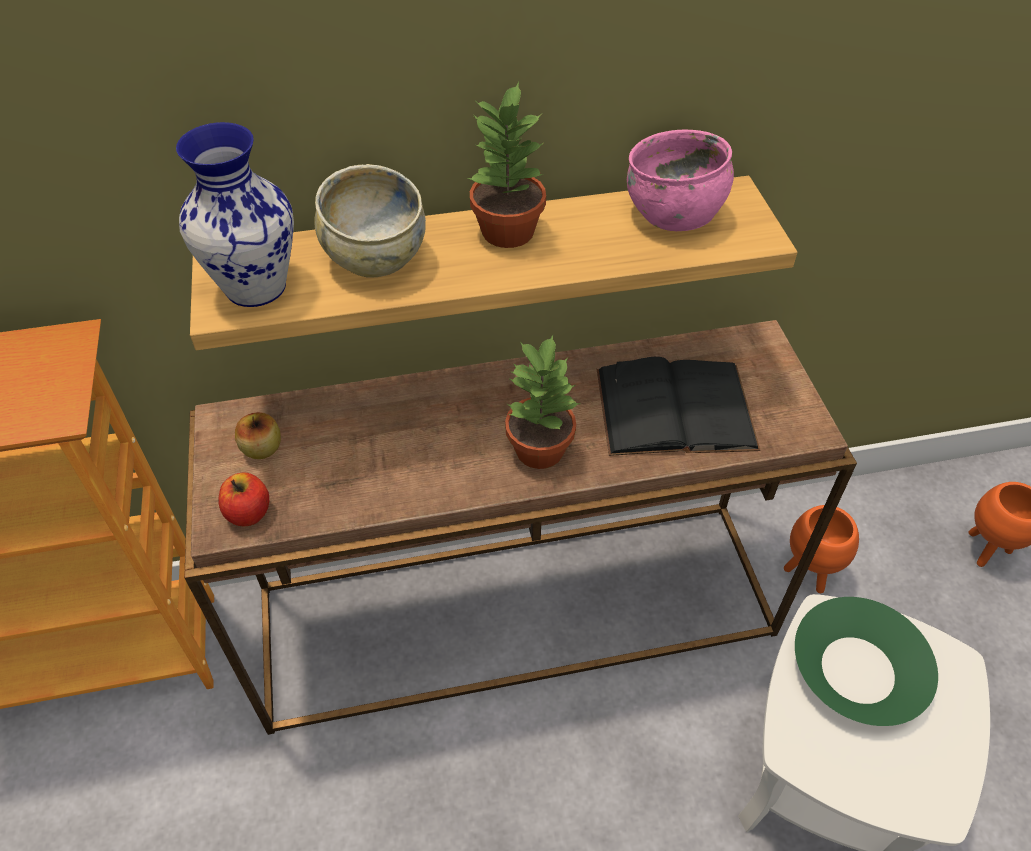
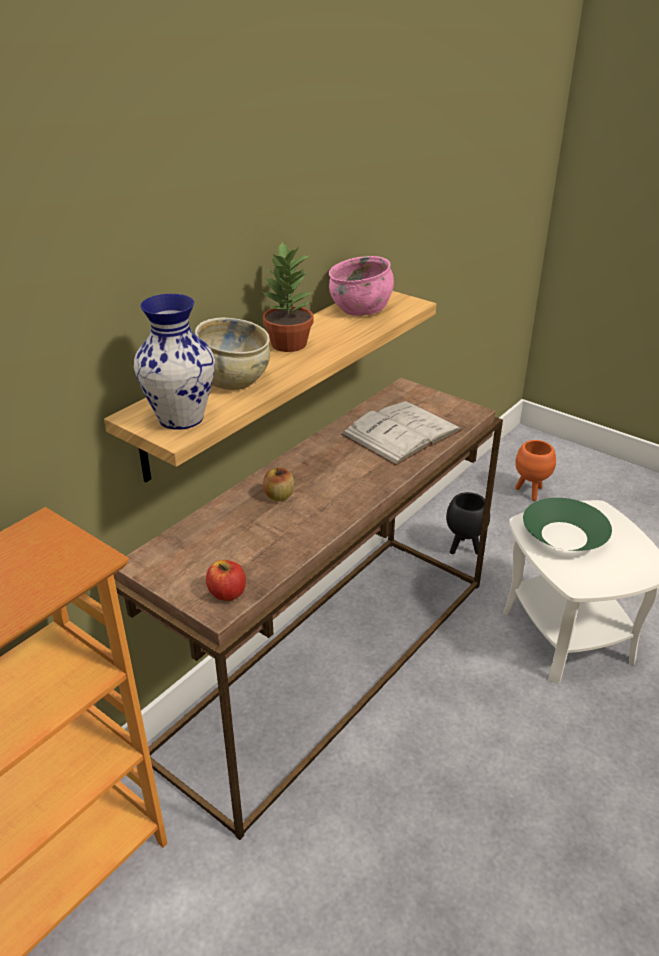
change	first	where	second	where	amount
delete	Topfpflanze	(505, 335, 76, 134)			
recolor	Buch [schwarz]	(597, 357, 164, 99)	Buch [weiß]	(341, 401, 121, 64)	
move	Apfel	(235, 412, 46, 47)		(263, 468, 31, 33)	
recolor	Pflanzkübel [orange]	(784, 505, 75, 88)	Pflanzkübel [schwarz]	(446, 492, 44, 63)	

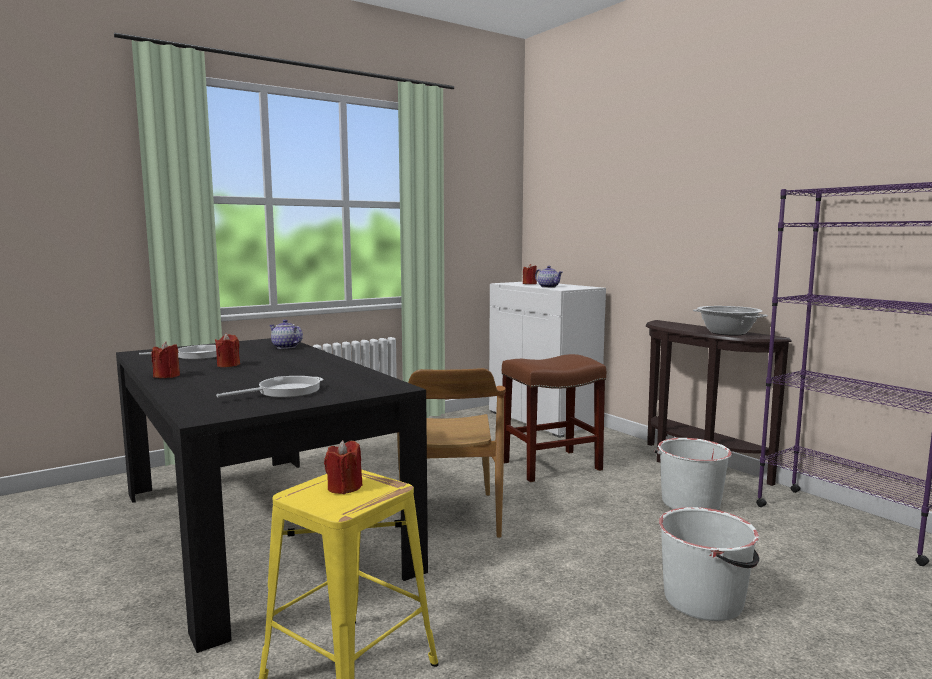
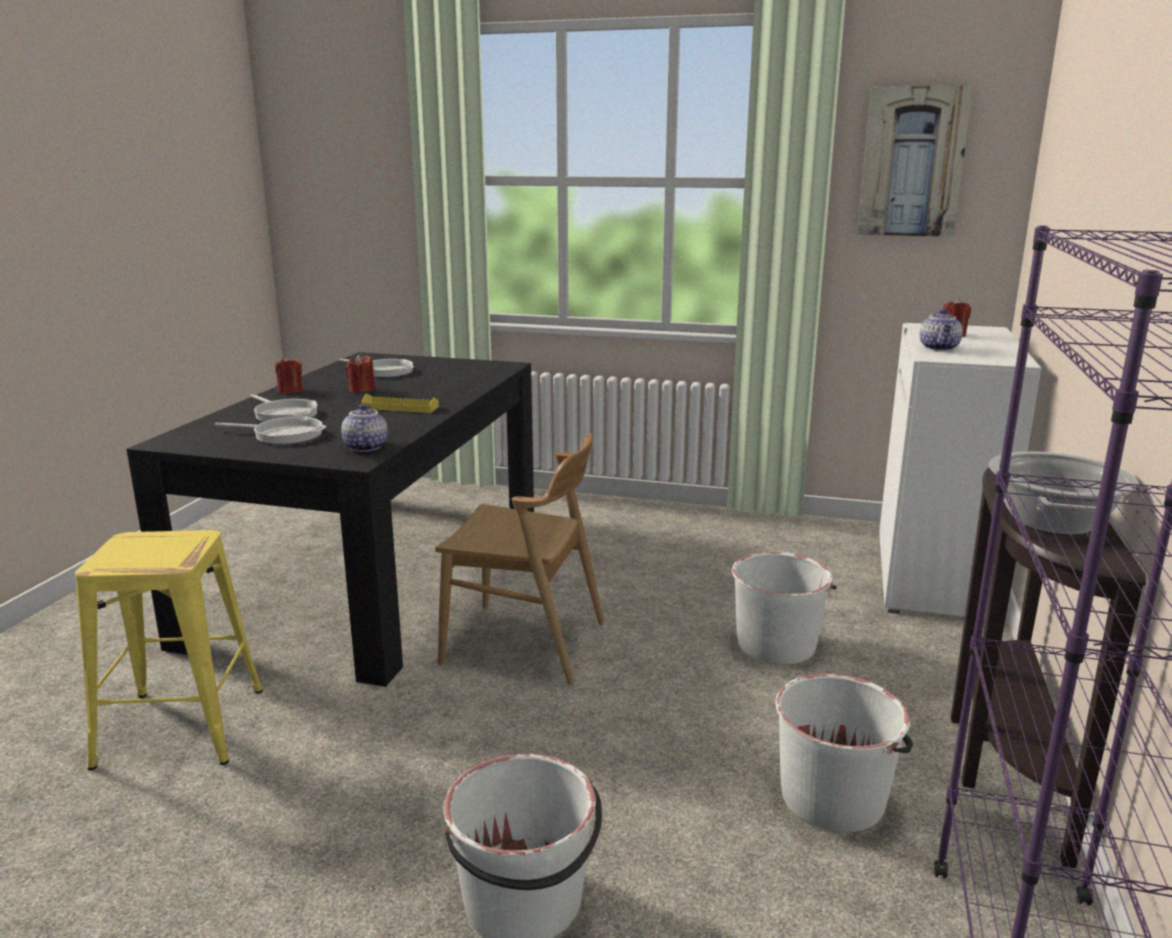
change	first	where	second	where	amount
move	Teekanne	(269, 320, 34, 29)		(341, 404, 47, 48)	
replace	Hocker [braun]	(502, 354, 104, 128)	Eimer [weiß]	(731, 552, 106, 113)	
rotate	Stuhl [braun]	(397, 368, 109, 170)		(435, 433, 169, 252)	120 degrees counterclockwise
delete	Kerze [rot]	(324, 440, 38, 54)			
insert			Bild	(857, 85, 116, 152)	
insert			Tablett [gelb]	(361, 393, 78, 20)	
insert			Pfanne	(250, 394, 67, 28)	

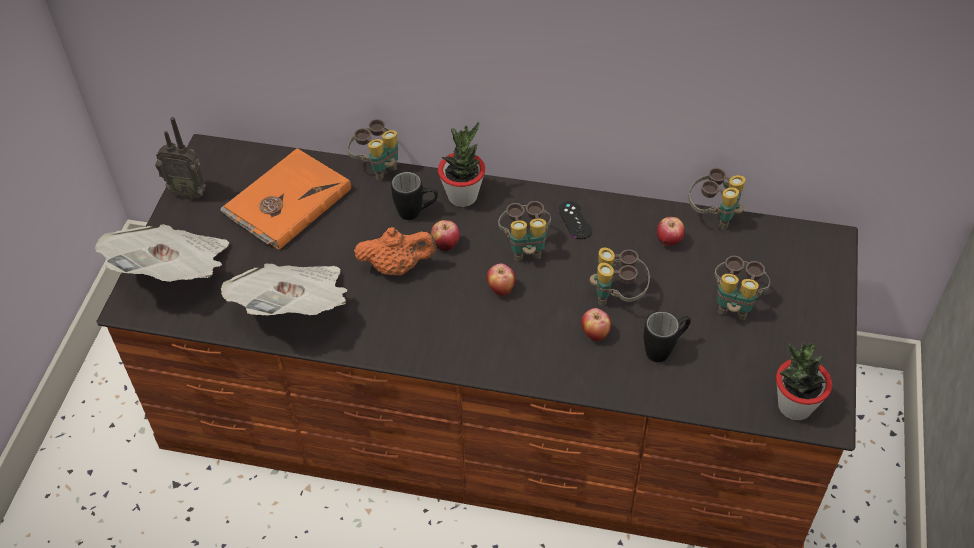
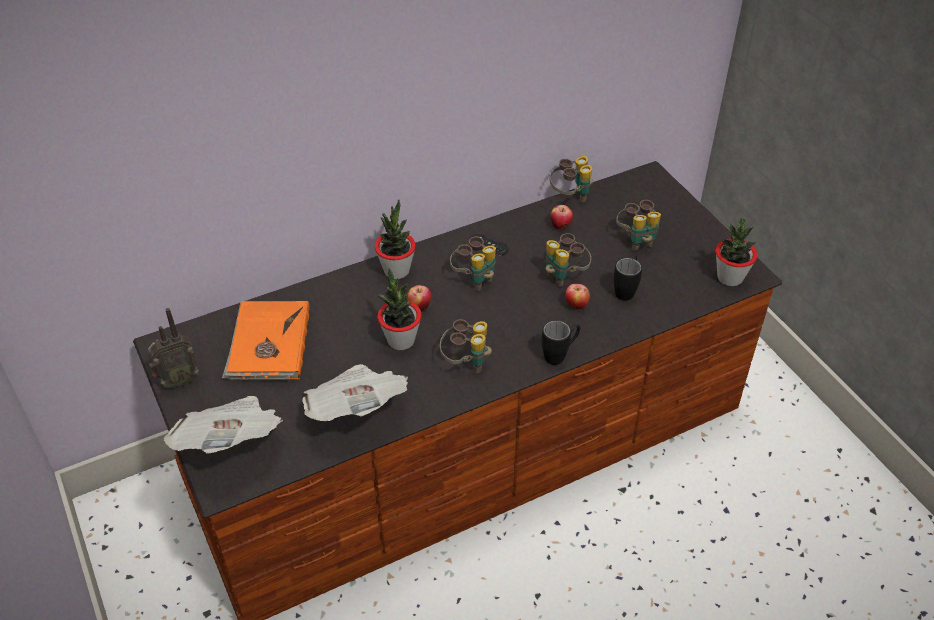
change	first	where	second	where	amount
move	Fernglas	(348, 119, 50, 61)		(440, 319, 52, 54)	
move	Henkelbecher [schwarz]	(391, 172, 47, 48)		(542, 320, 38, 45)	
replace	Teekanne [orange]	(354, 227, 82, 48)	Topfpflanze	(377, 268, 45, 82)	
delete	Apfel	(487, 263, 28, 33)			

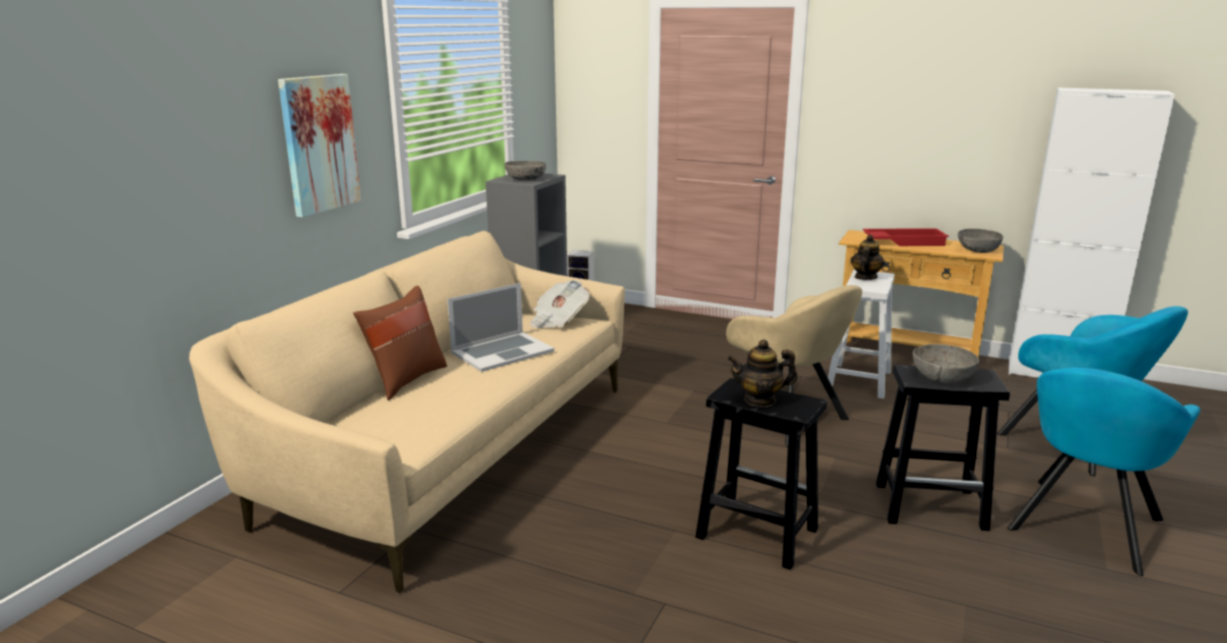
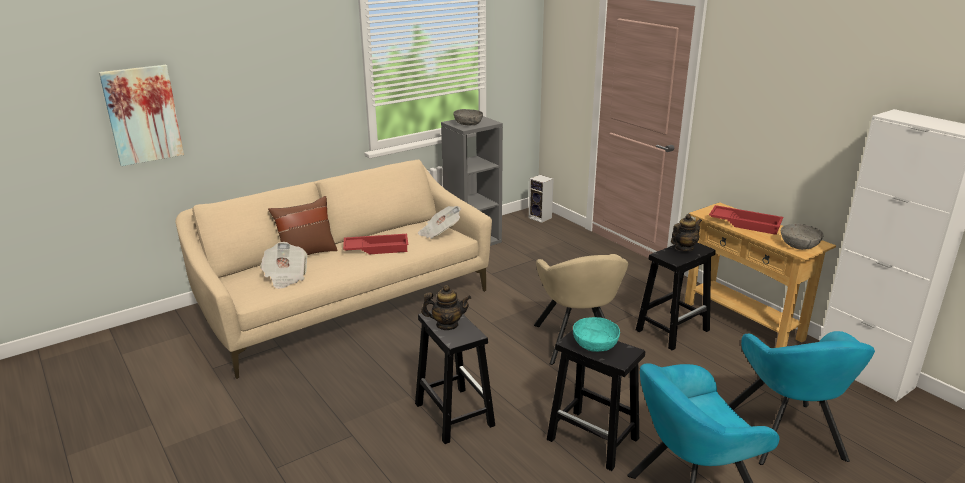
change	first	where	second	where	amount
move	Bild	(278, 74, 83, 143)		(99, 65, 85, 101)	
recolor	Hocker [weiß]	(828, 270, 67, 129)	Hocker [schwarz]	(636, 242, 80, 109)	
replace	Laptop	(447, 283, 107, 89)	Tablett [rot]	(343, 234, 65, 20)	
rotate	Teekanne	(727, 339, 71, 68)		(421, 285, 50, 45)	150 degrees clockwise
recolor	Schüssel [grau]	(913, 344, 66, 39)	Schüssel [türkis]	(573, 317, 47, 35)	
insert			Zeitung	(260, 242, 48, 47)	

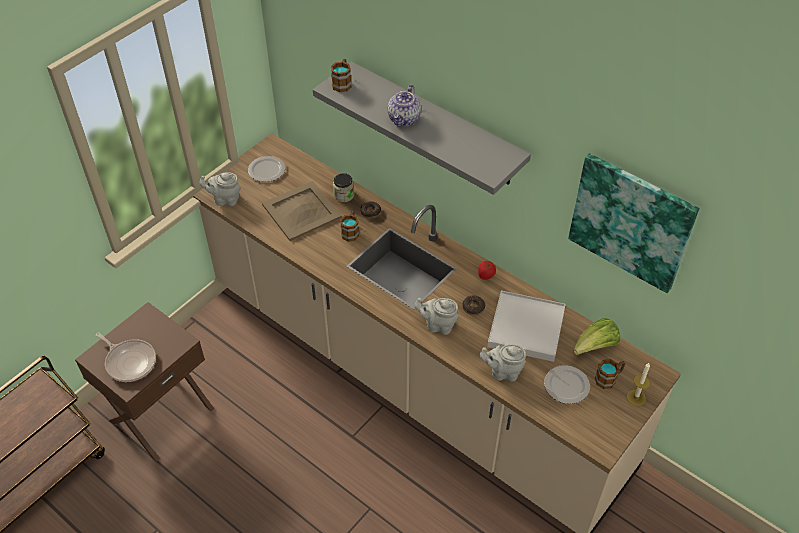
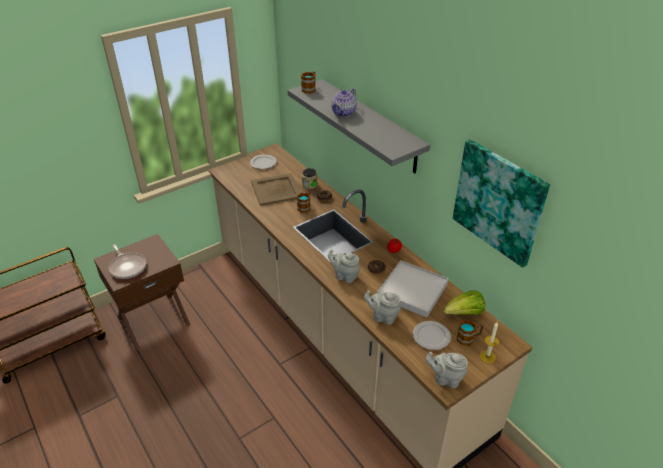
change	first	where	second	where	amount
move	Teekanne [grau]	(200, 172, 41, 34)		(426, 351, 42, 37)	

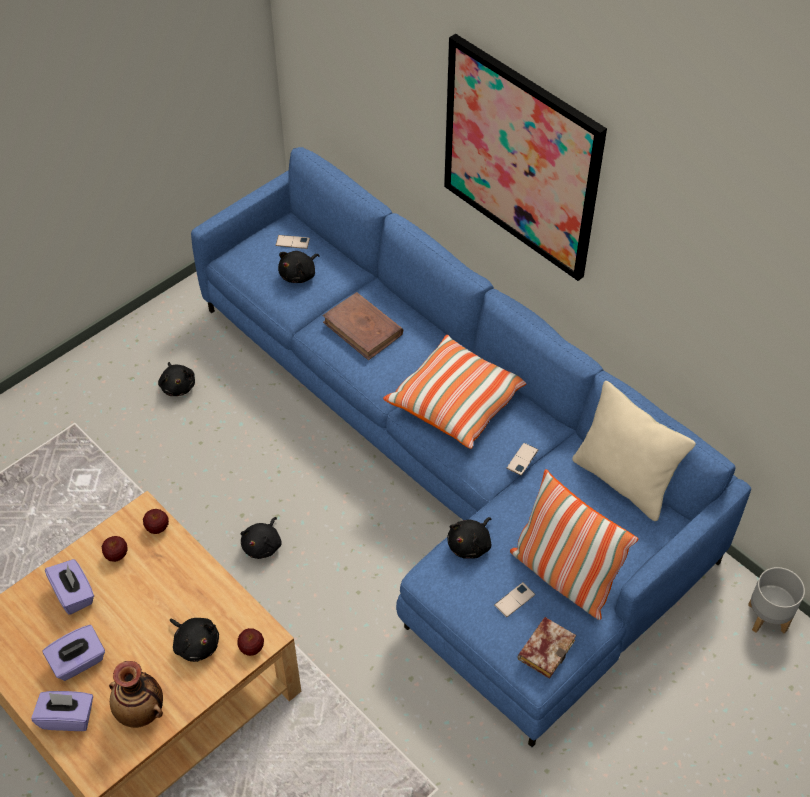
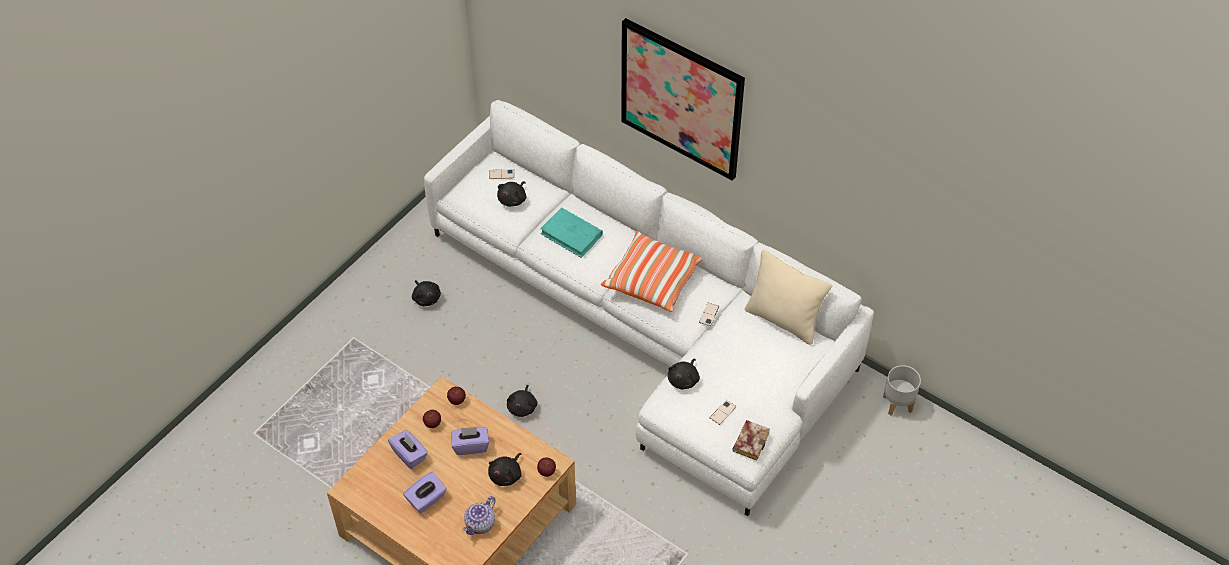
change	first	where	second	where	amount
recolor	Sofa [blau]	(191, 147, 560, 600)	Sofa [weiß]	(424, 100, 450, 416)	
recolor	Buch [braun]	(322, 292, 81, 68)	Buch [türkis]	(540, 207, 63, 51)	
delete	Kissen	(510, 469, 129, 151)			
rotate	Plüschtier [schwarz]	(170, 618, 49, 44)		(488, 453, 34, 33)	90 degrees clockwise
replace	Vase	(109, 661, 54, 67)	Teekanne	(462, 496, 33, 39)	
move	Taschentuchbox [lila]	(31, 691, 62, 40)		(451, 427, 38, 28)	

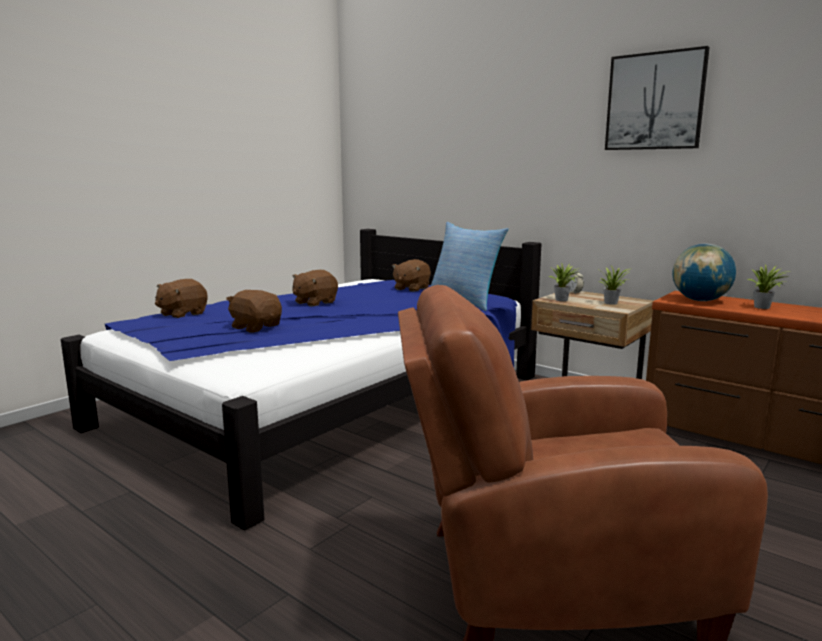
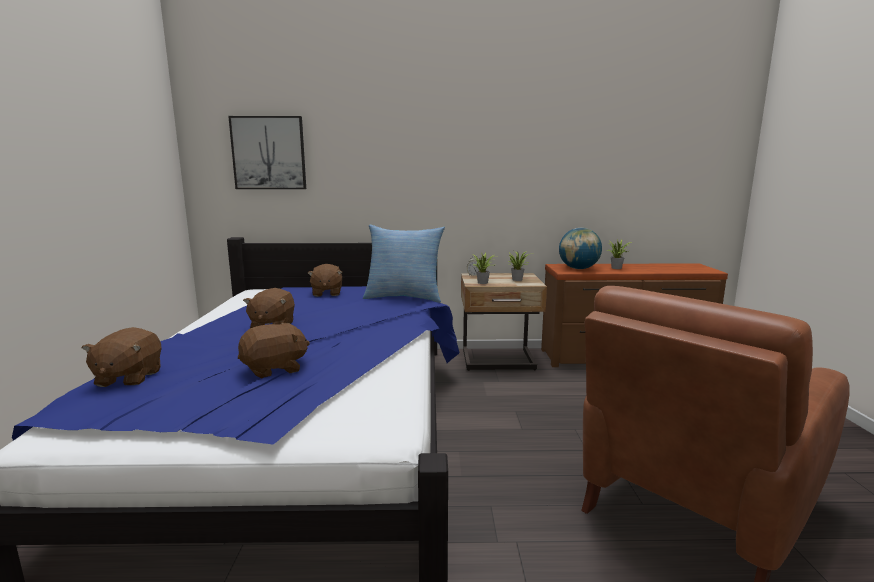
change	first	where	second	where	amount
move	Bild	(605, 46, 105, 104)		(228, 116, 78, 73)	
rotate	Plüschtier [braun]	(226, 290, 56, 43)		(238, 322, 72, 56)	150 degrees clockwise

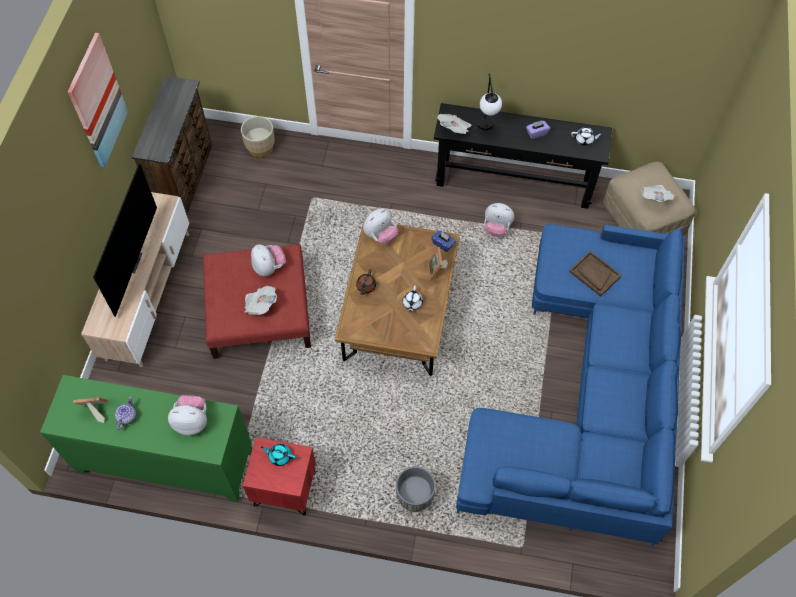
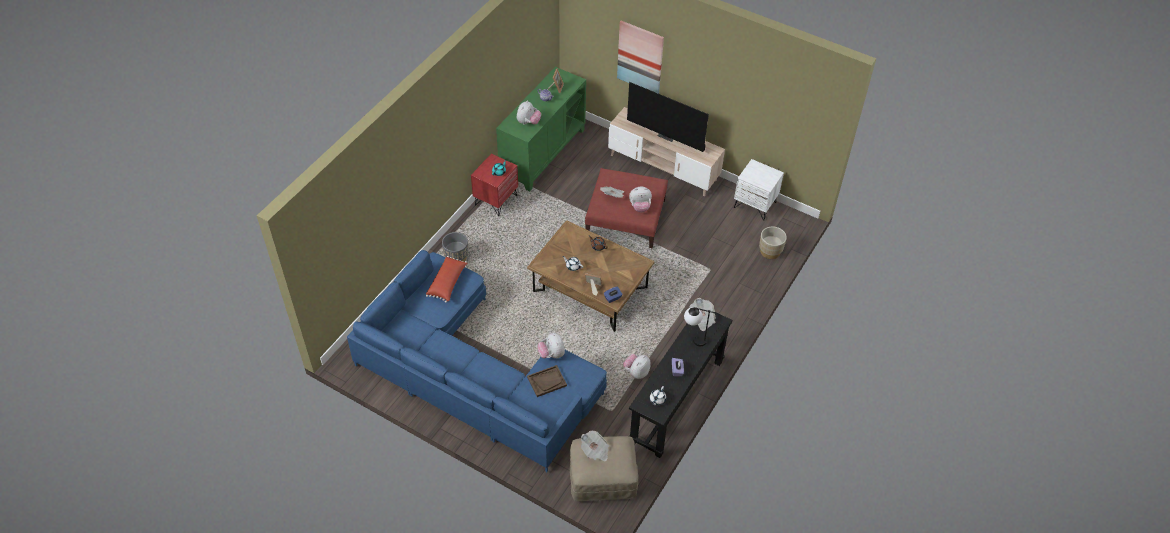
change	first	where	second	where	amount
move	Bild	(68, 33, 60, 135)		(617, 21, 47, 73)	
replace	Kommode [braun]	(132, 76, 80, 139)	Nachttisch [weiß]	(734, 159, 50, 62)	
move	Plüschtier	(363, 209, 36, 35)		(538, 333, 27, 25)	
insert			Kissen [rot]	(426, 256, 42, 47)	

